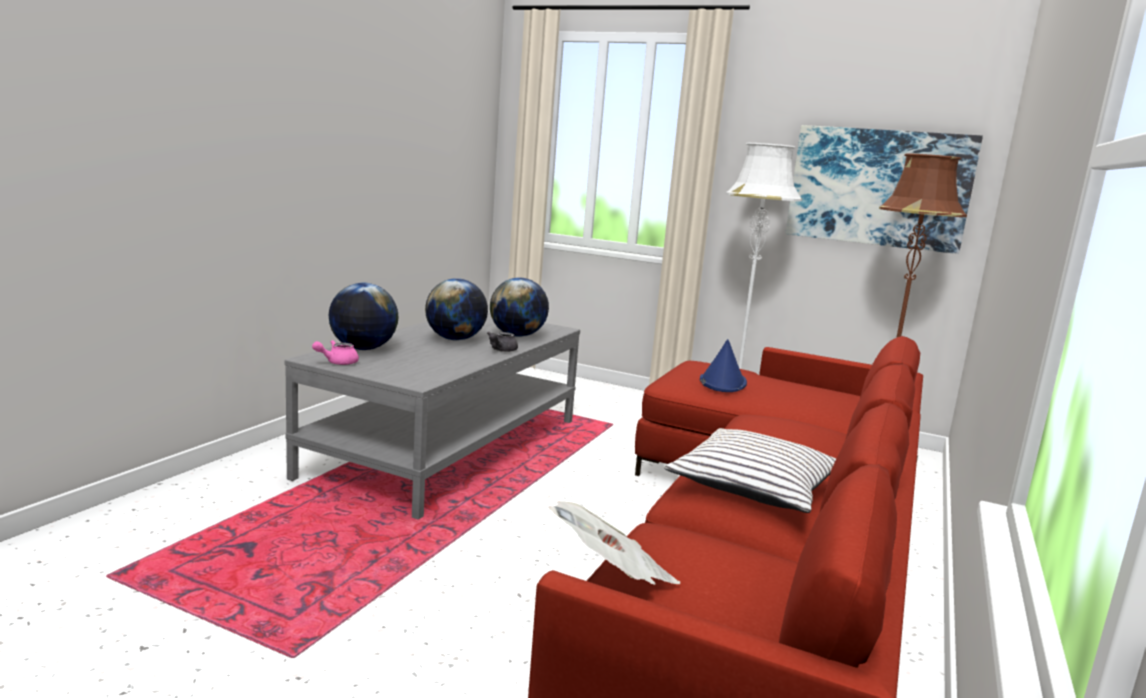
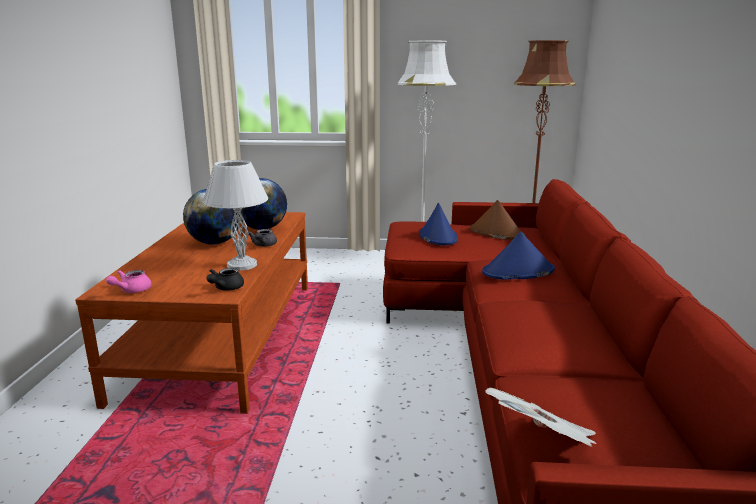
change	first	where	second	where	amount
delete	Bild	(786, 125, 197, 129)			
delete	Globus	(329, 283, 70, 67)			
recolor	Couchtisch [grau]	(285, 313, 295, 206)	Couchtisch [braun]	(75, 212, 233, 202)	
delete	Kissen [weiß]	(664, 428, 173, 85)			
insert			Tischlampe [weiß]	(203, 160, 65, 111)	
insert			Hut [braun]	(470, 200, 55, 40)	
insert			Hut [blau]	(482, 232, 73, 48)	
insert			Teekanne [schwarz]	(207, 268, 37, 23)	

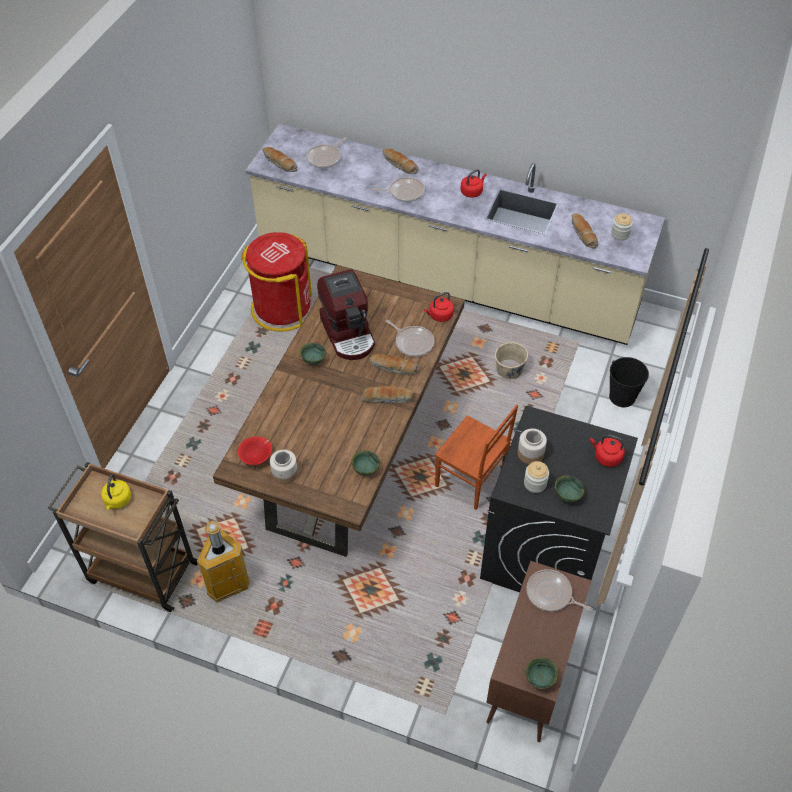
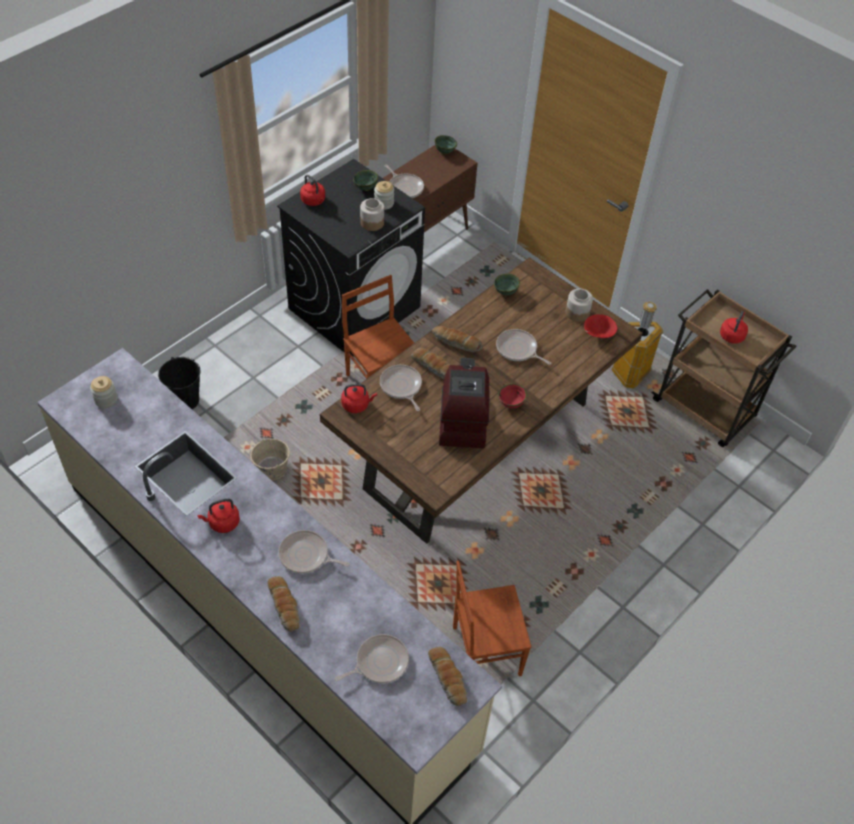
change	first	where	second	where	amount
delete	Brot	(572, 214, 26, 35)			
replace	Mülleimer [rot]	(241, 232, 71, 99)	Stuhl [braun]	(453, 561, 78, 115)	
recolor	Schüssel [grün]	(300, 343, 26, 22)	Schüssel [rot]	(499, 383, 28, 25)	
recolor	Wasserkessel [gelb]	(101, 474, 30, 35)	Wasserkessel [rot]	(720, 311, 28, 33)	
insert			Pfanne	(496, 329, 55, 36)	

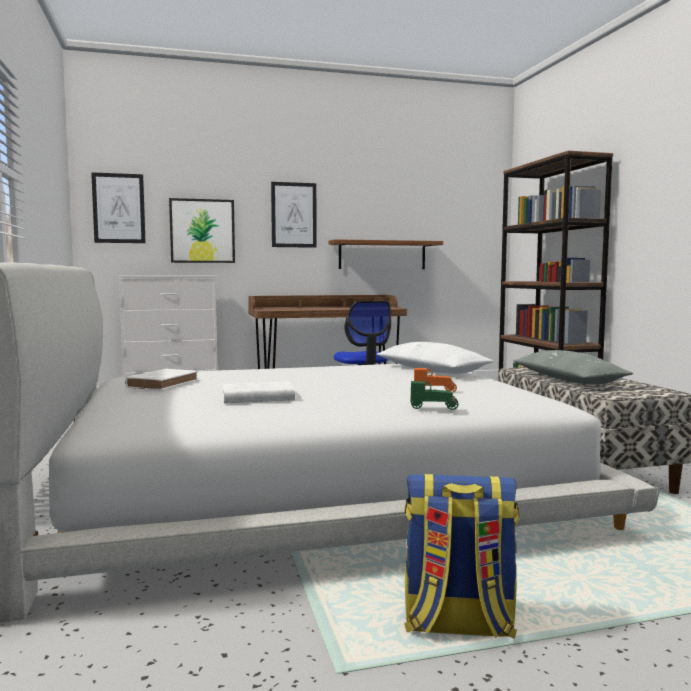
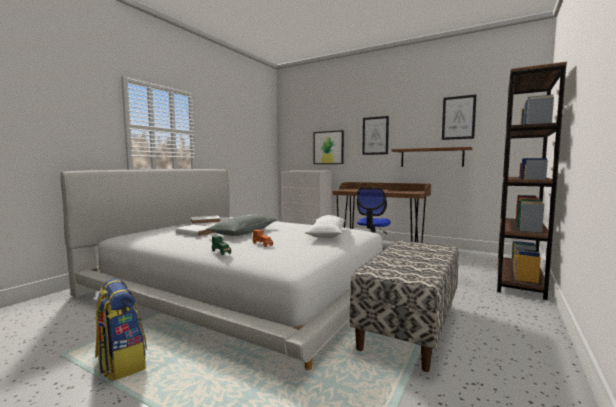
change	first	where	second	where	amount
move	Bild	(91, 172, 55, 71)		(442, 95, 34, 45)	
move	Kissen [grau]	(513, 350, 120, 34)		(207, 214, 69, 22)	

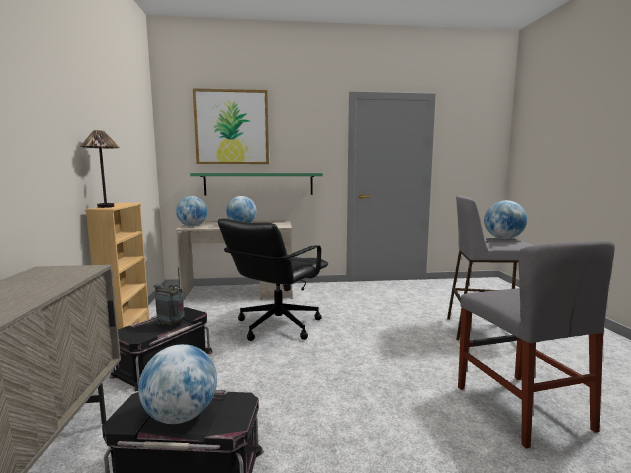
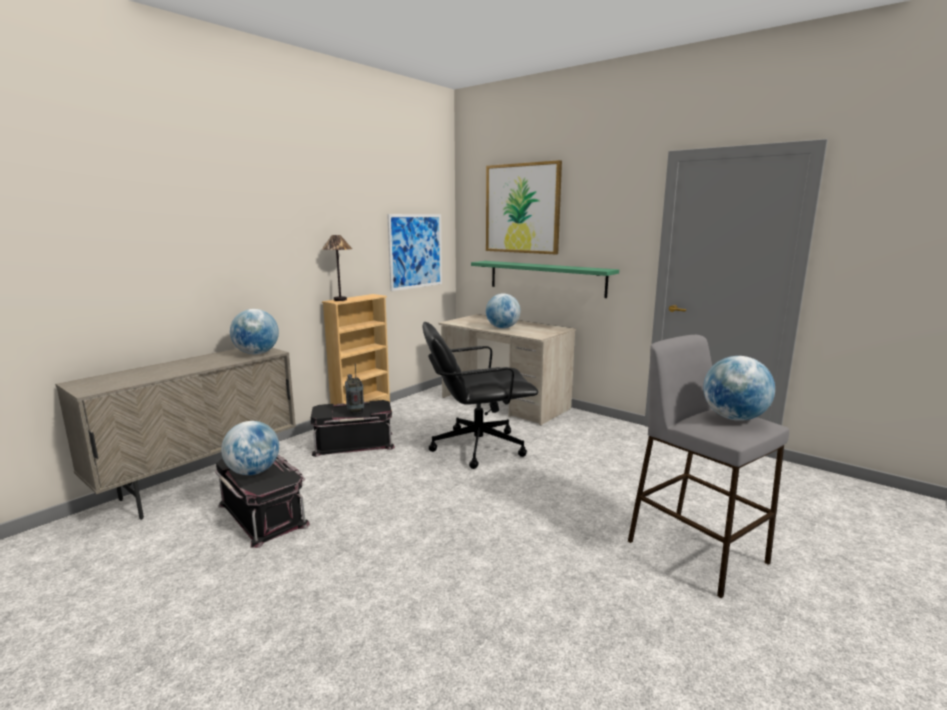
change	first	where	second	where	amount
move	Globus	(176, 196, 31, 30)		(230, 309, 49, 45)	
delete	Stuhl [grau]	(458, 241, 157, 208)			
insert			Bild	(387, 214, 55, 77)	

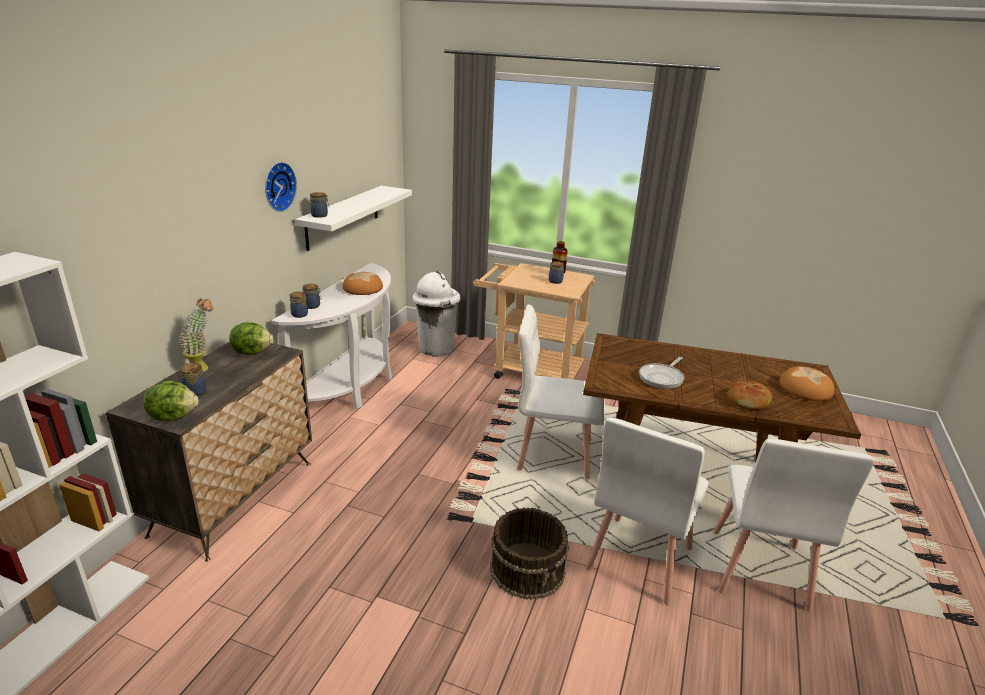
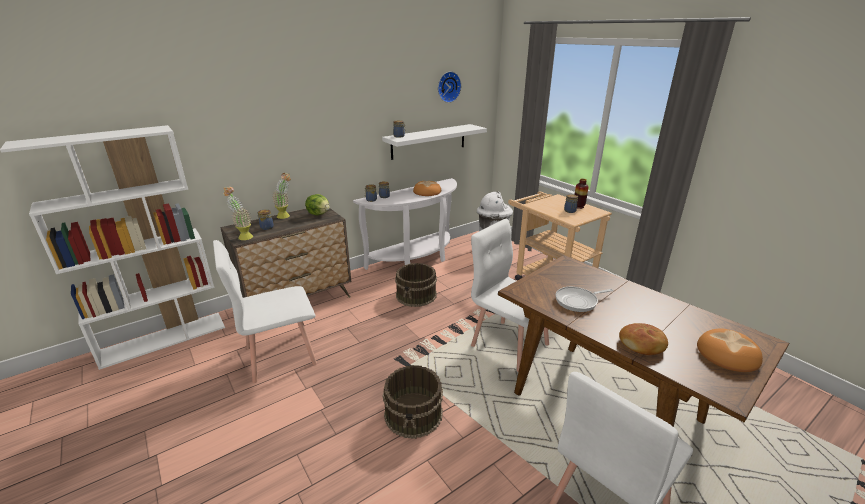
change	first	where	second	where	amount
move	Wanduhr	(265, 162, 32, 50)		(438, 71, 23, 32)	
replace	Salatkopf	(143, 381, 56, 40)	Topfpflanze	(223, 187, 30, 53)	
move	Stuhl [weiß]	(586, 418, 123, 187)		(213, 240, 104, 143)	
insert			Eimer [braun]	(395, 263, 42, 44)	

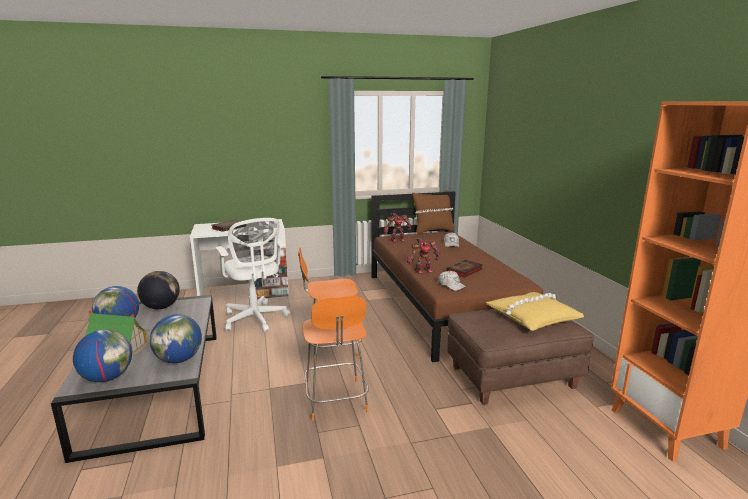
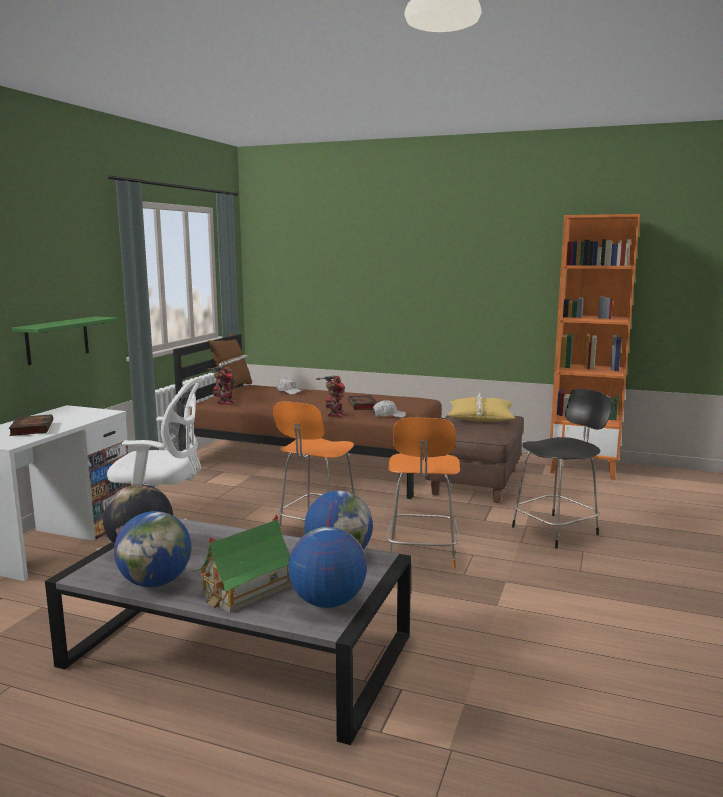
change	first	where	second	where	amount
rotate	Stuhl [orange]	(302, 296, 67, 125)		(386, 417, 74, 152)	75 degrees clockwise
insert			Wandregal [grün]	(12, 316, 107, 49)	
insert			Stuhl [schwarz]	(512, 389, 100, 160)	

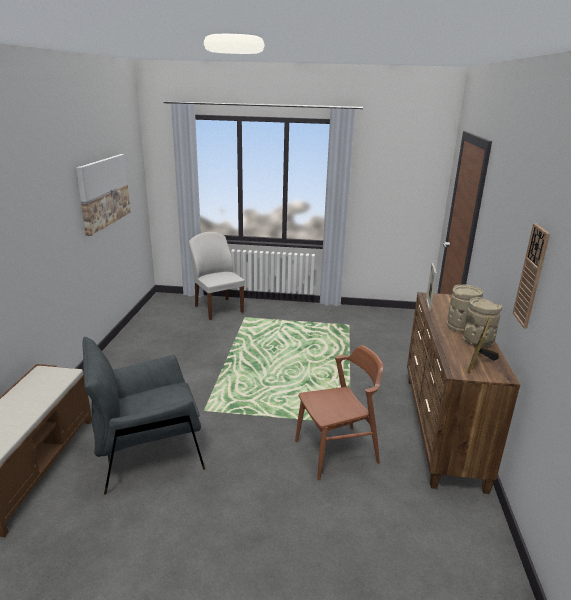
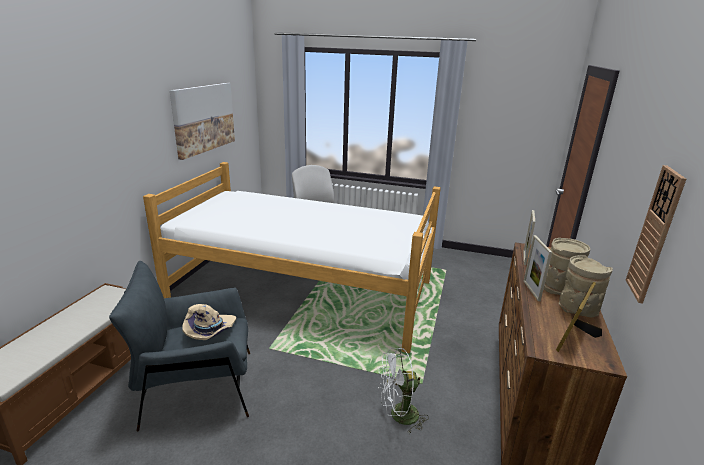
change	first	where	second	where	amount
replace	Stuhl [braun]	(295, 345, 88, 135)	Ventilator [weiß]	(378, 348, 51, 86)	
insert			Bett	(143, 162, 298, 191)	
insert			Bilderrahmen	(524, 235, 28, 66)	
insert			Hut [beige]	(182, 304, 54, 36)	

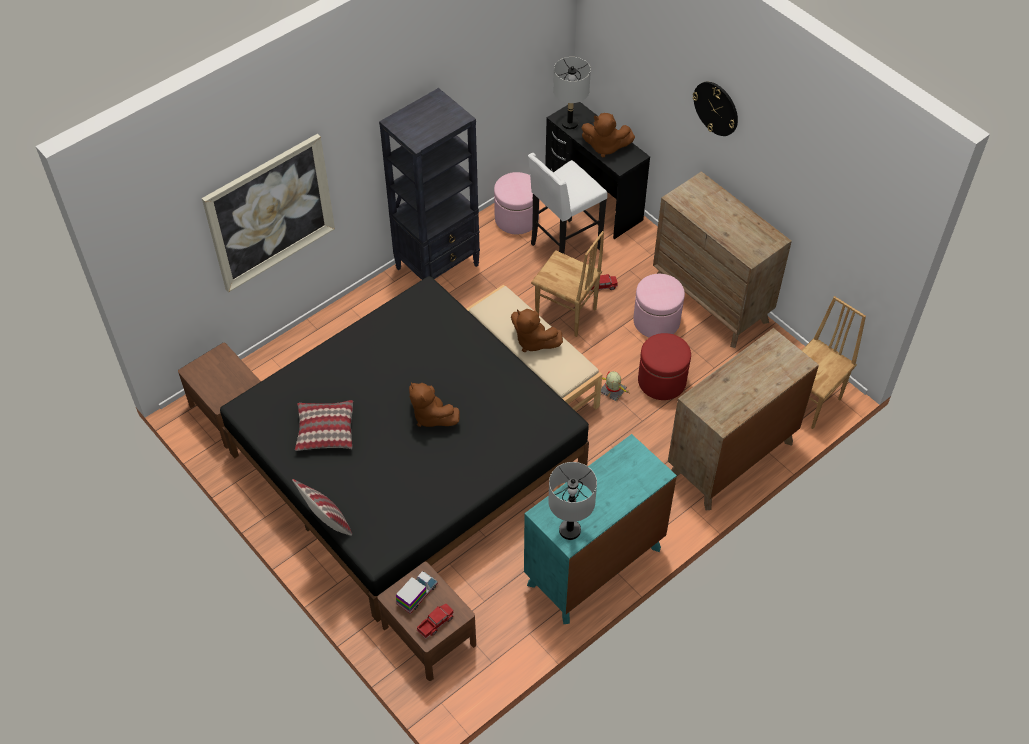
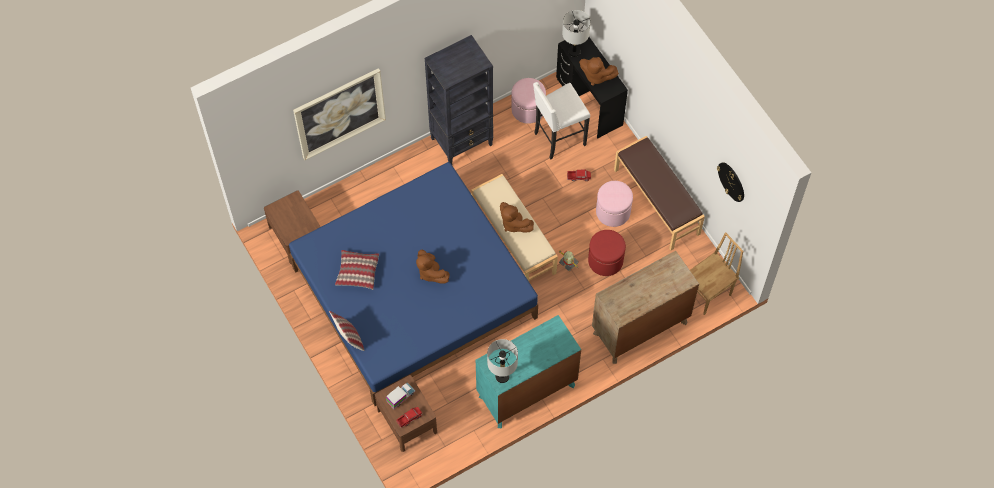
change	first	where	second	where	amount
move	Wanduhr	(692, 82, 46, 54)		(717, 162, 27, 40)	
replace	Kommode [braun]	(653, 171, 139, 177)	Bank [braun]	(614, 136, 91, 114)	
delete	Stuhl [braun]	(531, 231, 73, 106)			
recolor	Bett [schwarz]	(220, 276, 369, 347)	Bett [blau]	(289, 162, 249, 244)	

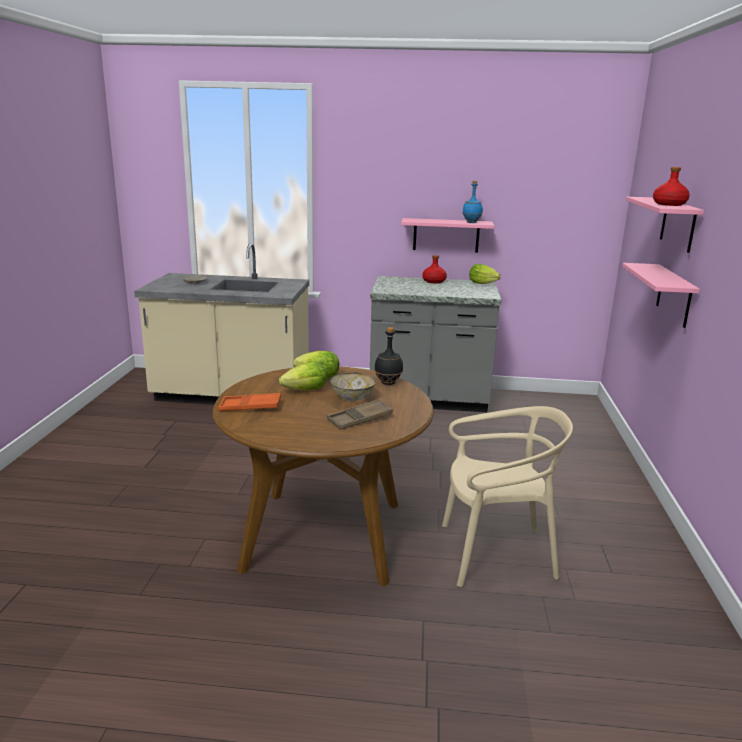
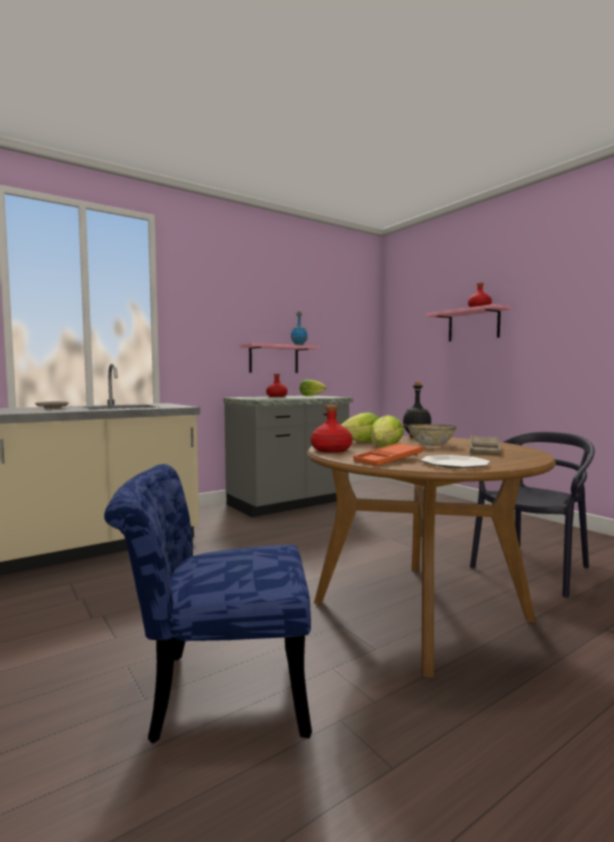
change	first	where	second	where	amount
delete	Wandregal [rosa]	(622, 263, 78, 65)			
recolor	Stuhl [beige]	(442, 406, 131, 181)	Stuhl [schwarz]	(470, 432, 125, 166)	
insert			Flasche [rot]	(311, 405, 41, 48)	
insert			Teller	(421, 455, 69, 13)	
insert			Stuhl [blau]	(104, 464, 208, 279)	

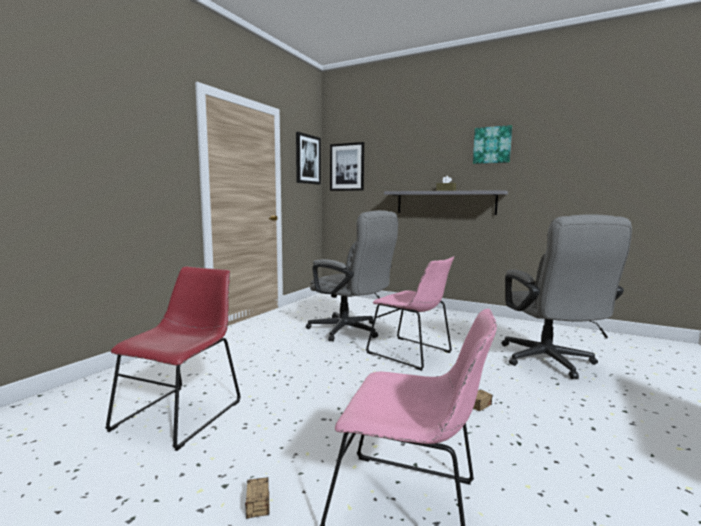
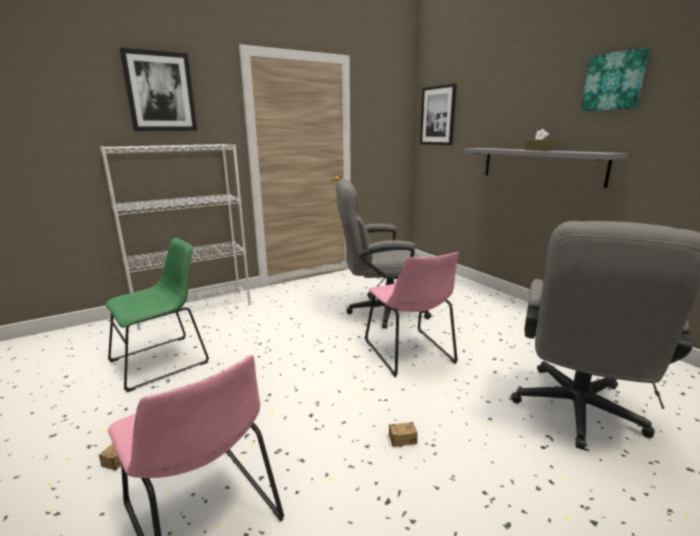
change	first	where	second	where	amount
move	Bild	(296, 132, 25, 53)		(120, 48, 77, 83)	
rotate	Bürostuhl [grau]	(306, 210, 92, 132)		(336, 179, 96, 150)	105 degrees clockwise
recolor	Stuhl [rot]	(105, 266, 136, 185)	Stuhl [grün]	(106, 238, 103, 154)	
insert			Bücherregal [weiß]	(100, 144, 151, 186)	

